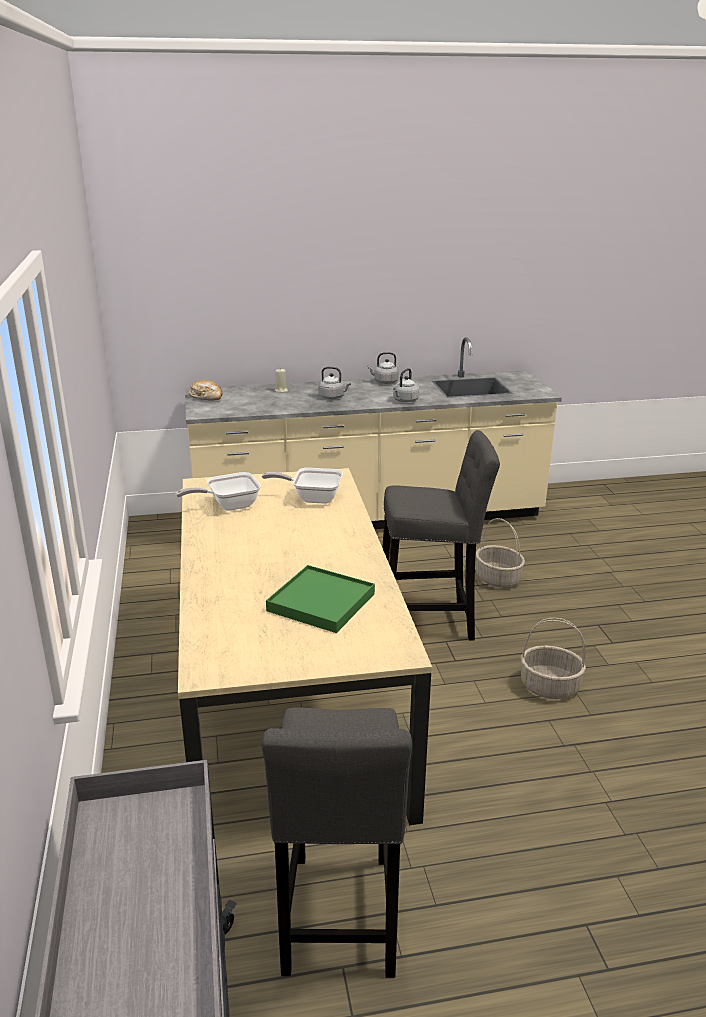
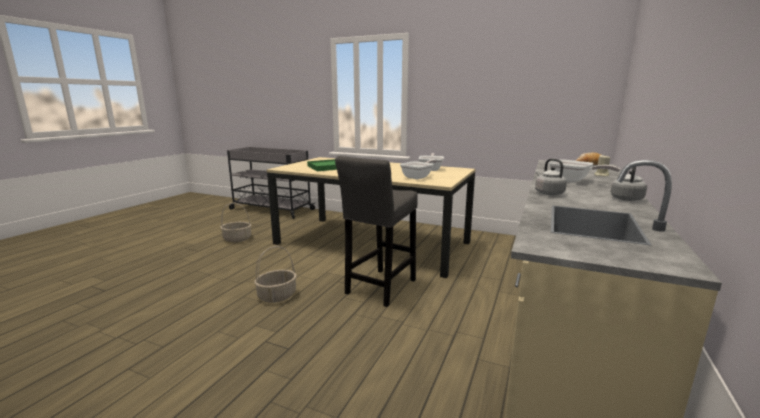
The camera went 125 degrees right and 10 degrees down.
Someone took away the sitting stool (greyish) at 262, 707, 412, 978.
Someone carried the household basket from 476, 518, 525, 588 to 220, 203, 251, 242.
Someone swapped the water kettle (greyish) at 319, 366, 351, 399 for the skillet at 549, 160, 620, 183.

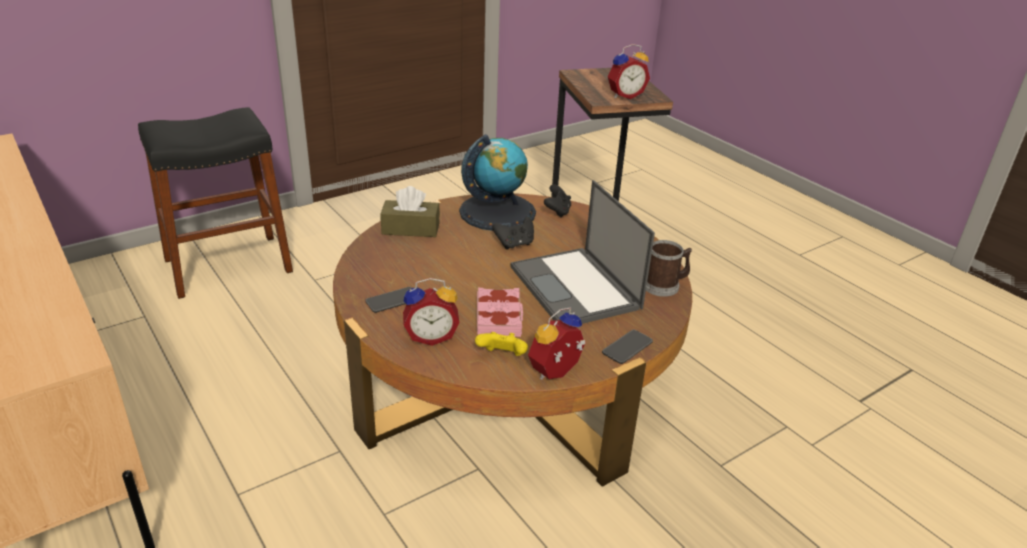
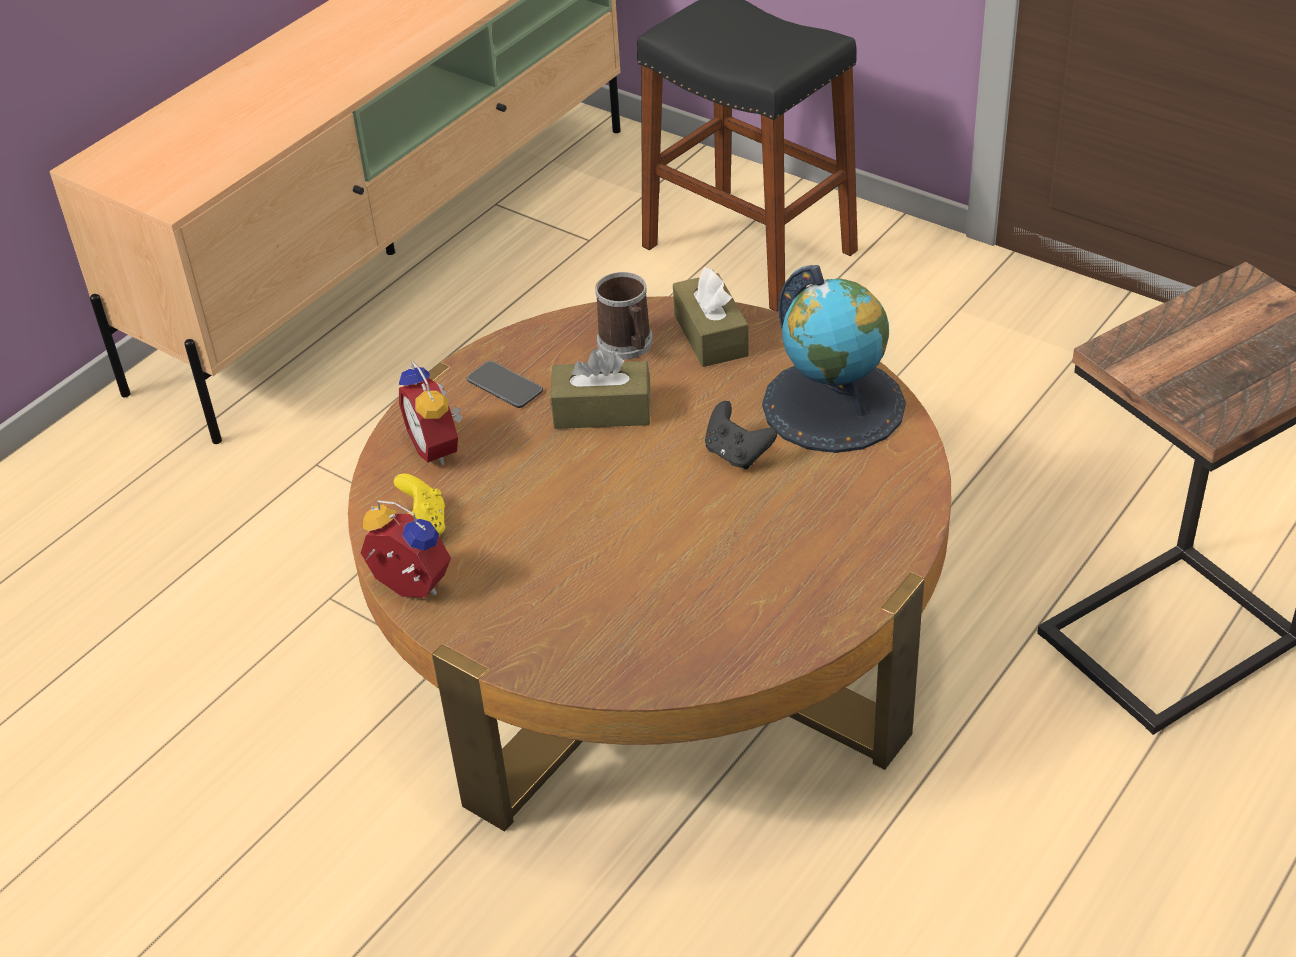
The camera went 75 degrees right and 10 degrees up.
Someone took away the bound book (pinkish) at 477, 288, 523, 337.
Someone took away the portable computer at 510, 180, 655, 324.
Someone took away the game controller (black-coloured) at 544, 184, 571, 218.
Someone took away the handset at 602, 330, 653, 364.
Someone took away the bedside clock at 608, 44, 650, 99.
Someone put down the tissue holder (brownish) at 550, 349, 650, 429.
Someone carried the tea mug from 646, 240, 692, 297 to 595, 272, 653, 360.

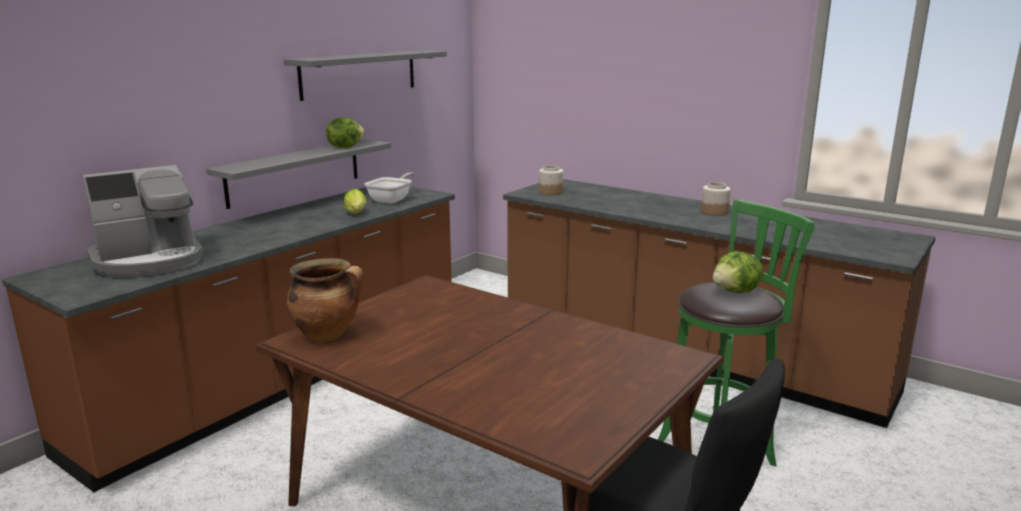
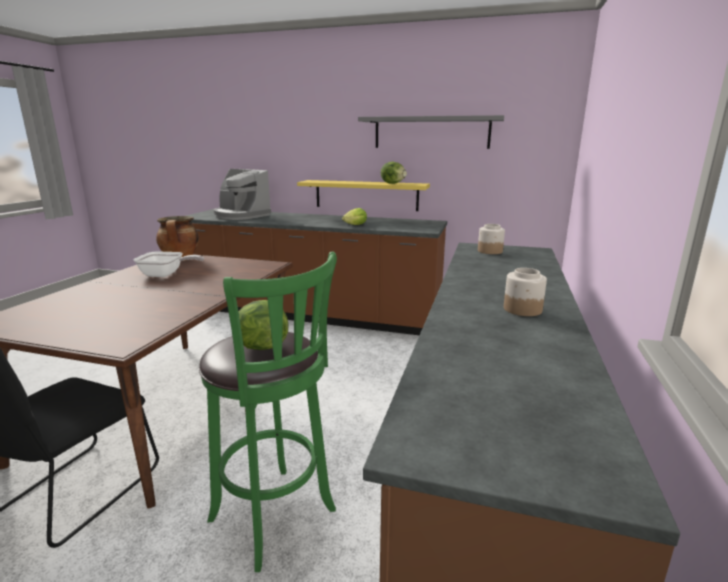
The camera went 70 degrees right and 0 degrees up.
Someone carried the skillet from 364, 172, 415, 204 to 133, 252, 204, 277.
Someone repainted the wall shelf (greyish) at 206, 139, 391, 209, which became the wall shelf (yellow) at 297, 180, 430, 211.

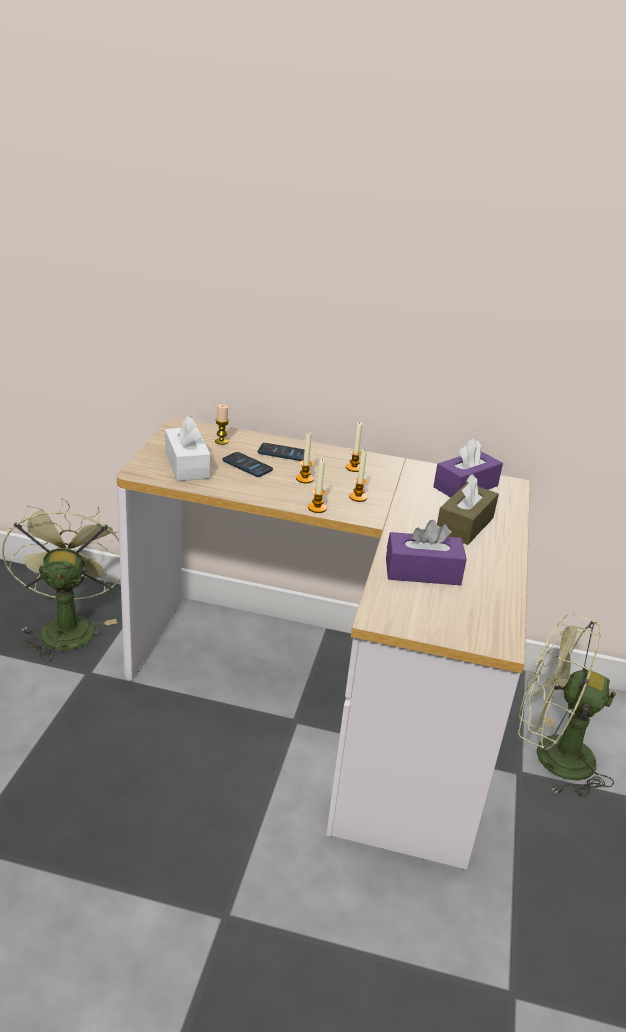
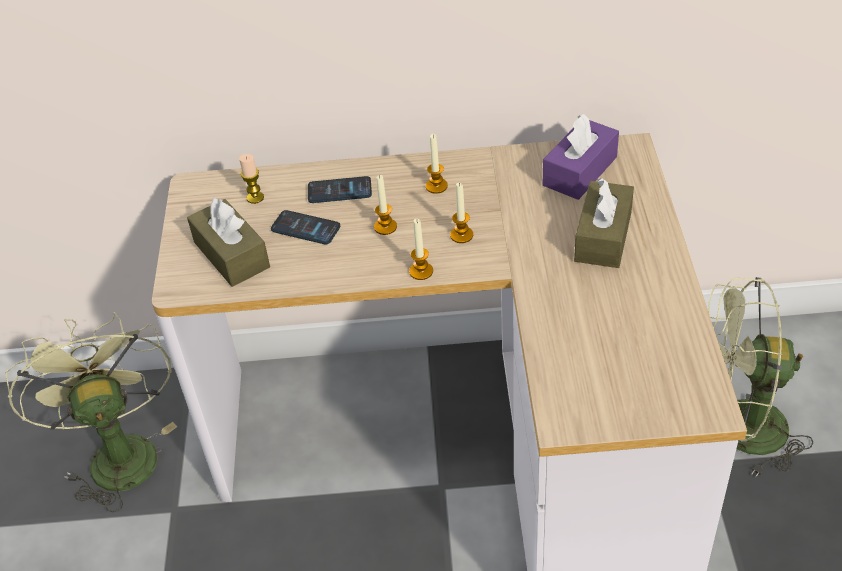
The camera went 10 degrees left and 15 degrees up.
Someone took away the tissue holder (purplish) at 386, 520, 467, 585.
Someone repainted the tissue holder (white-coloured) at 165, 416, 211, 481, which became the tissue holder (brownish) at 187, 198, 270, 287.

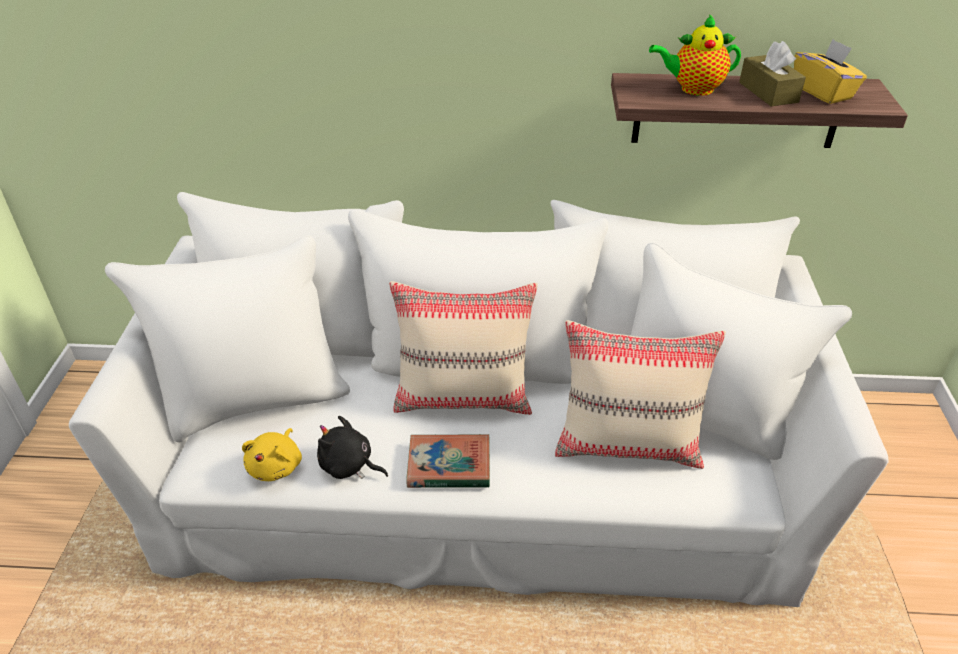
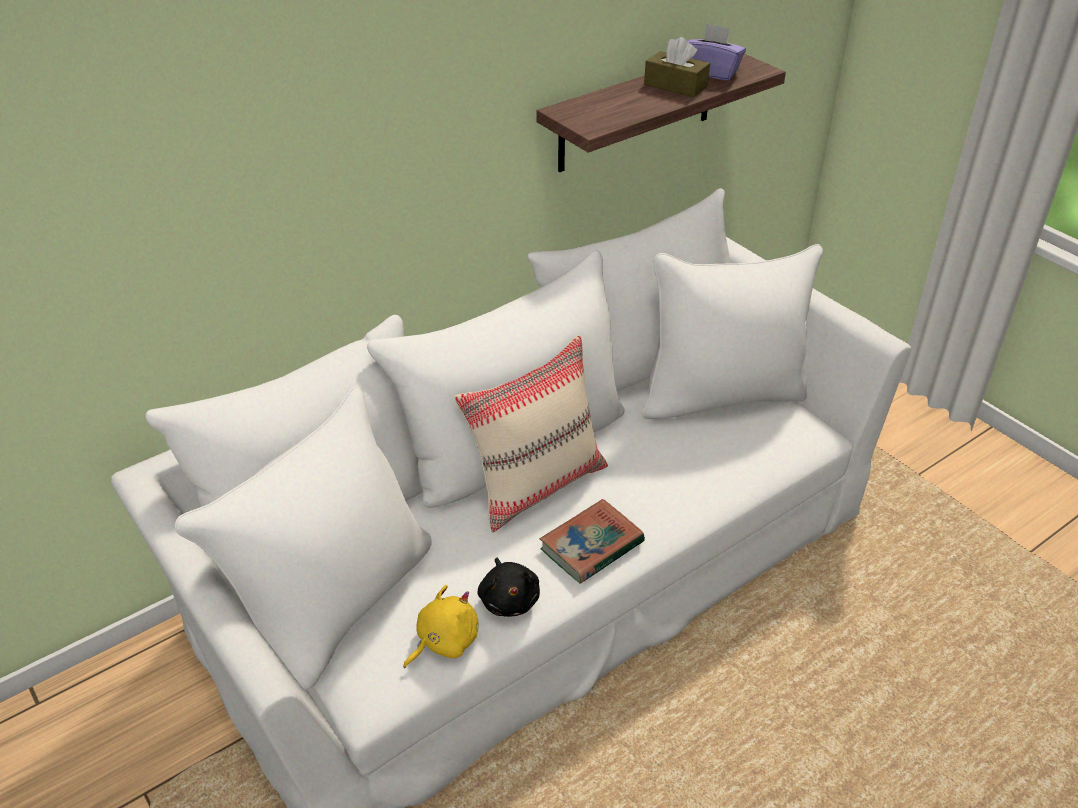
The camera went 40 degrees left and 0 degrees up.
Someone took away the throw pillow (beige) at 555, 320, 726, 469.
Someone took away the teapot at 649, 14, 741, 96.
Someone repainted the tissue holder (yellow) at 794, 39, 867, 104, which became the tissue holder (purplish) at 687, 24, 746, 80.
Someone rotated the plush toy (yellow) at 242, 428, 302, 481 by 105 degrees counterclockwise.
Someone rotated the plush toy (black-coloured) at 317, 416, 388, 479 by 90 degrees counterclockwise.

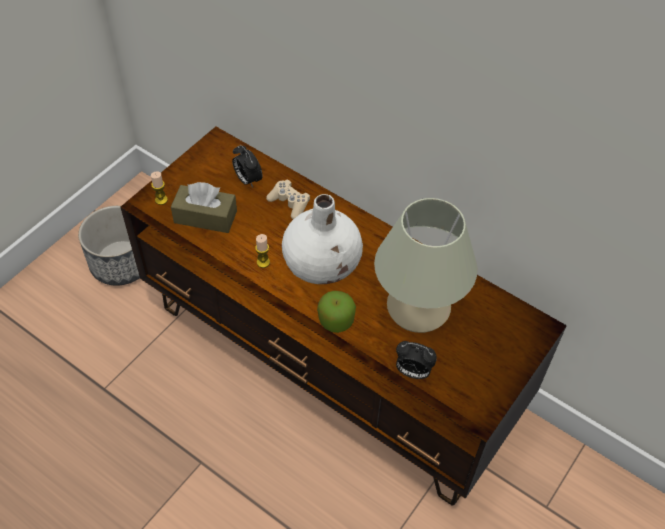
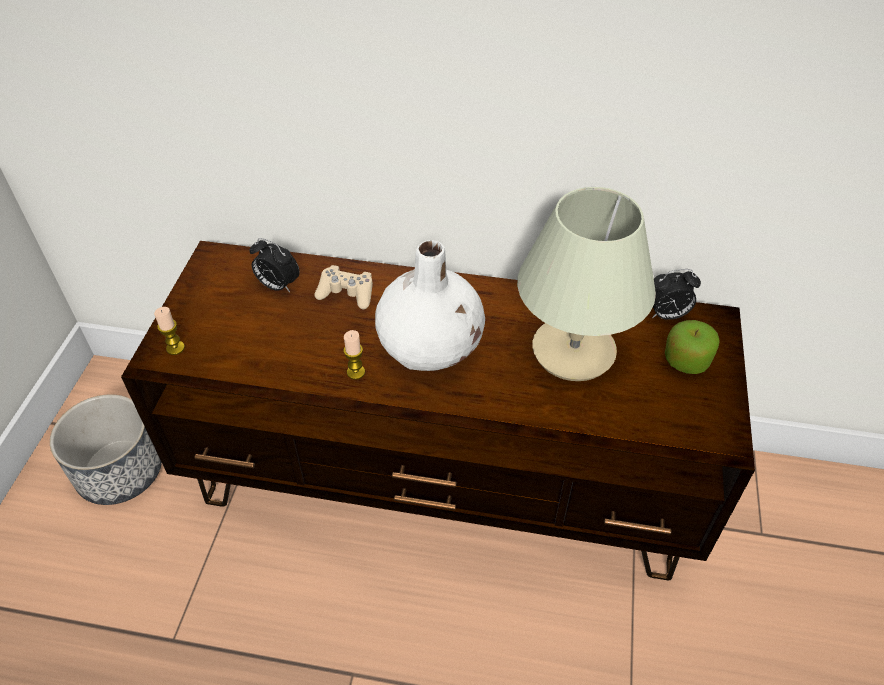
The camera went 25 degrees left and 5 degrees down.
Someone took away the tissue holder (brownish) at 171, 182, 237, 233.
Someone carried the apple from 317, 291, 356, 333 to 665, 320, 720, 374.
Someone carried the bedside clock from 396, 341, 437, 379 to 652, 269, 701, 320.

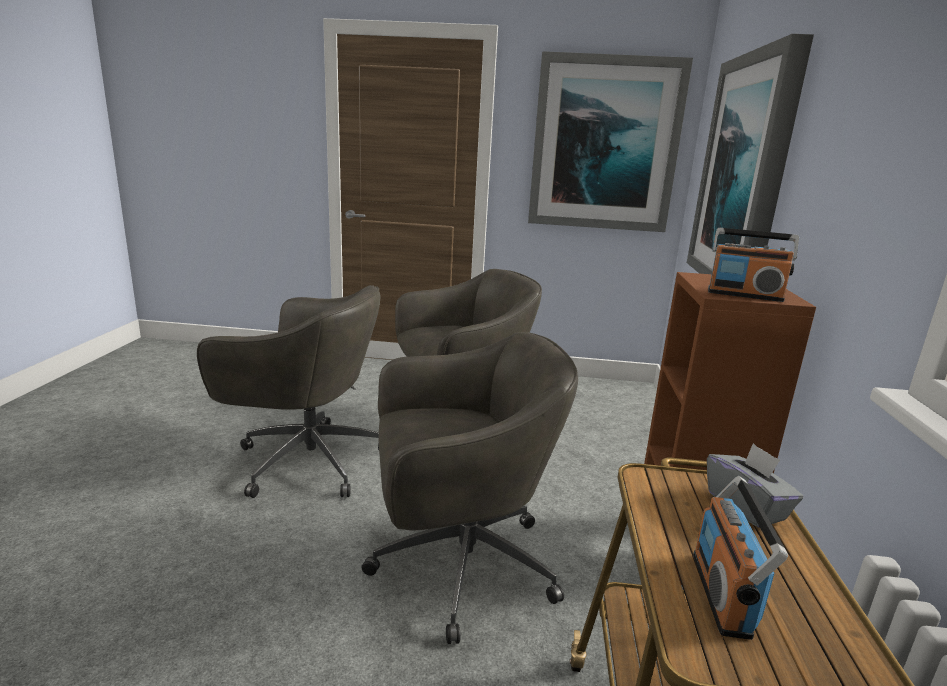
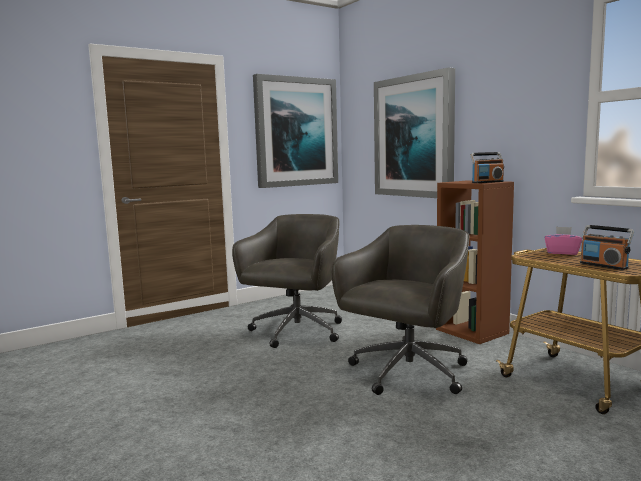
The camera went 40 degrees left and 10 degrees down.
Someone took away the desk chair (greyish) at 197, 285, 381, 498.
Someone repainted the tissue holder (greyish) at 707, 443, 803, 528, which became the tissue holder (pinkish) at 545, 227, 582, 255.

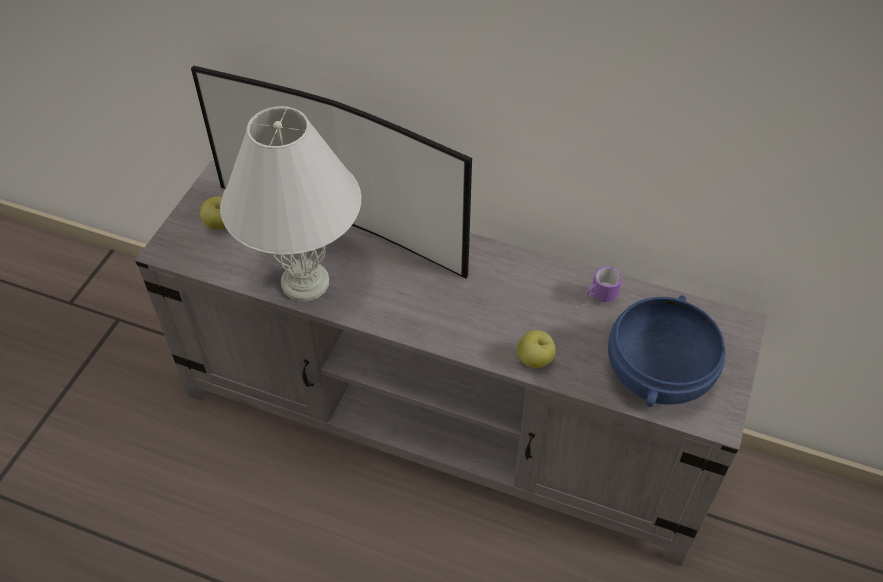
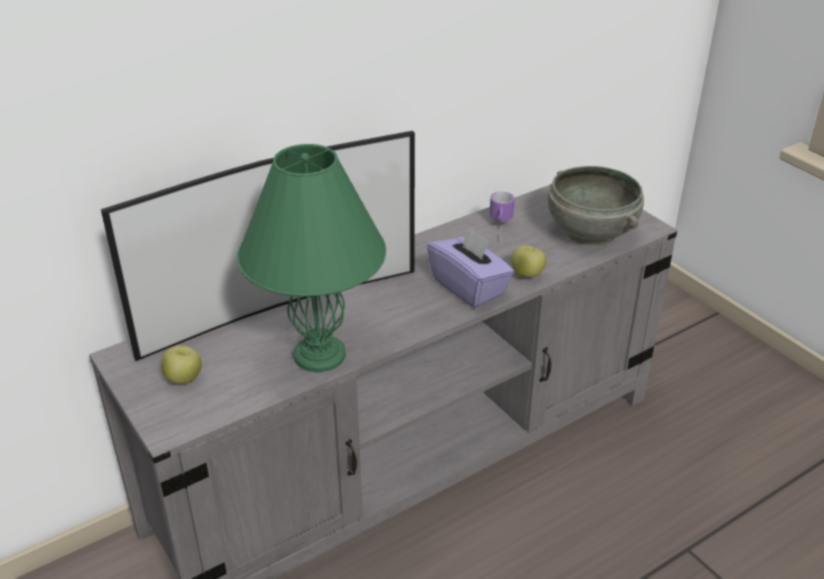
The camera went 55 degrees left and 15 degrees down.
Someone put down the tissue holder (purplish) at 427, 226, 514, 308.
Someone repainted the lamp for a table (white-coloured) at 220, 106, 361, 302, which became the lamp for a table (greenish) at 237, 144, 386, 372.
Someone repainted the deep dish (blue-coloured) at 608, 295, 725, 407, which became the deep dish (greyish) at 548, 166, 644, 246.

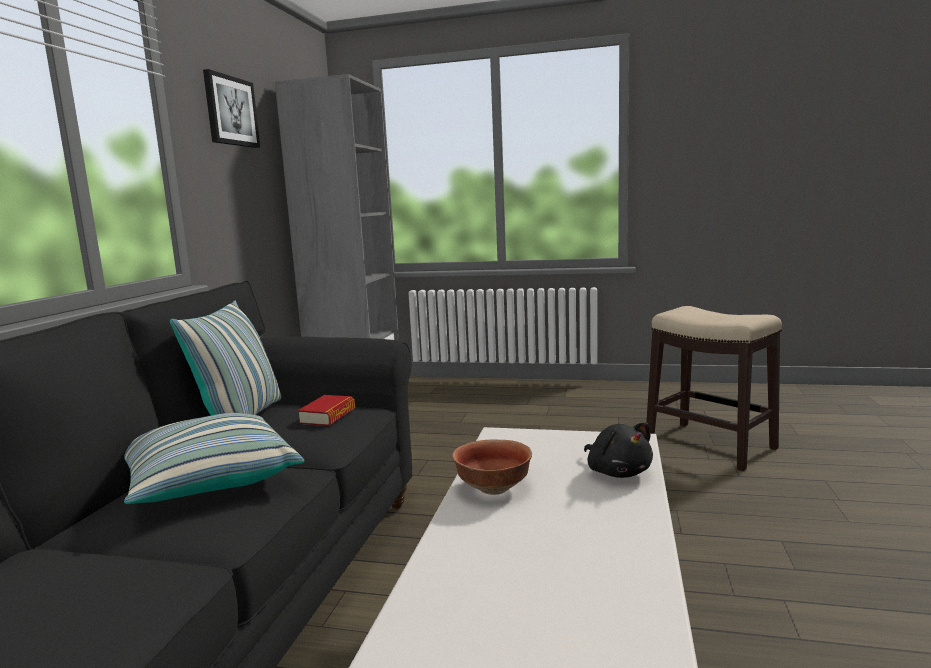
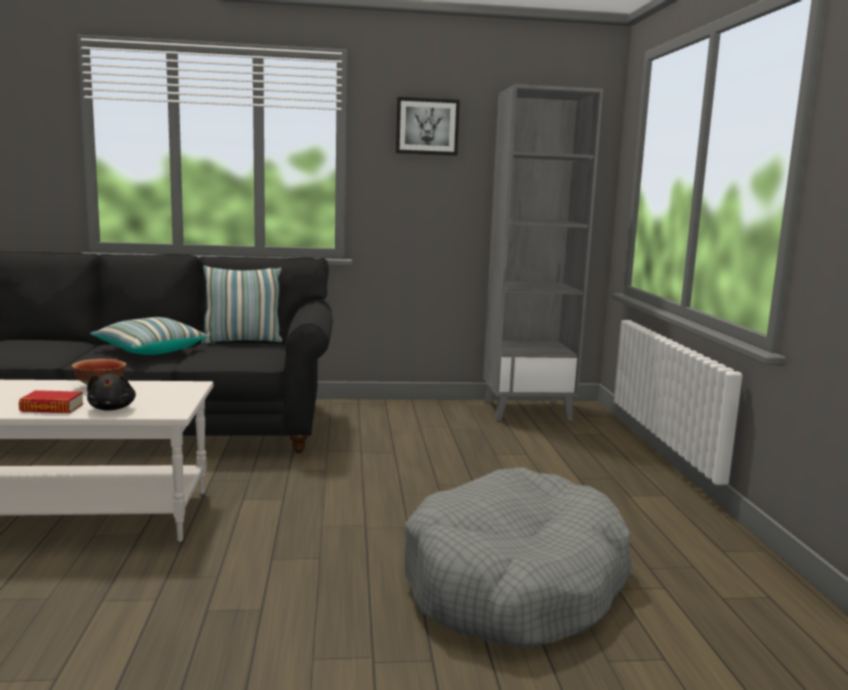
The camera went 70 degrees right and 0 degrees up.
Someone carried the bound book from 298, 395, 355, 426 to 19, 390, 84, 413.
Someone swapped the sitting stool at 646, 306, 782, 471 for the dog bed (greyish) at 404, 467, 632, 648.
Someone rotated the plush toy (black-coloured) at 584, 423, 653, 478 by 60 degrees counterclockwise.

